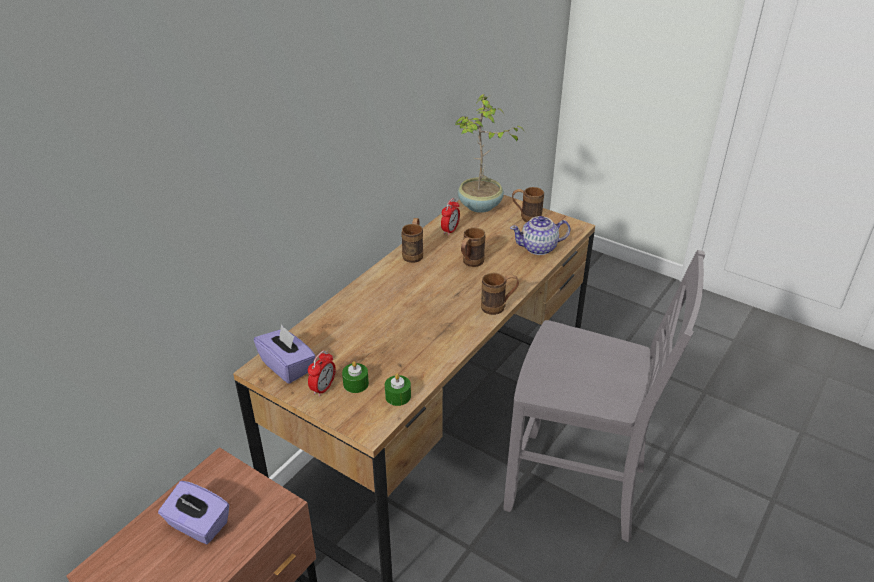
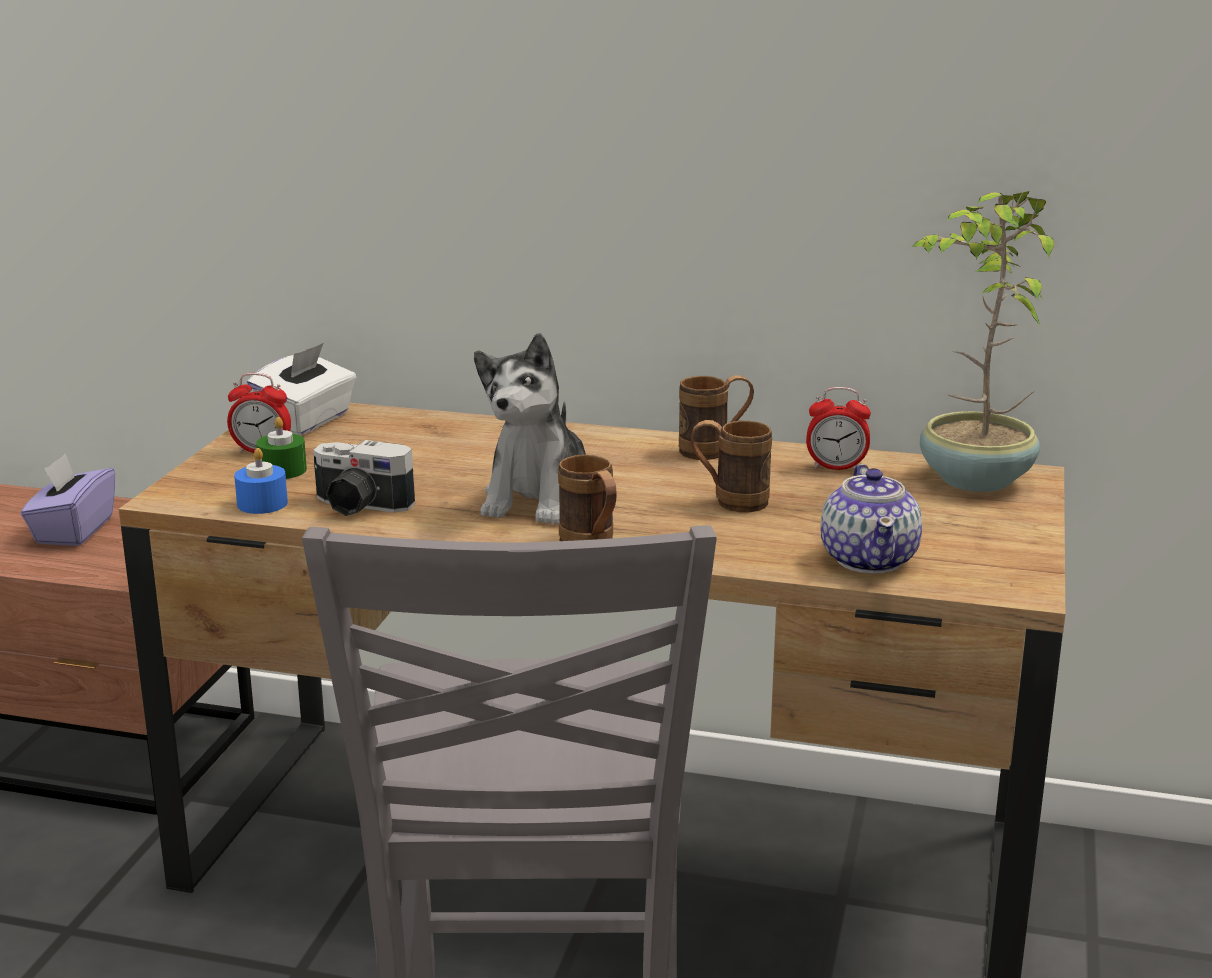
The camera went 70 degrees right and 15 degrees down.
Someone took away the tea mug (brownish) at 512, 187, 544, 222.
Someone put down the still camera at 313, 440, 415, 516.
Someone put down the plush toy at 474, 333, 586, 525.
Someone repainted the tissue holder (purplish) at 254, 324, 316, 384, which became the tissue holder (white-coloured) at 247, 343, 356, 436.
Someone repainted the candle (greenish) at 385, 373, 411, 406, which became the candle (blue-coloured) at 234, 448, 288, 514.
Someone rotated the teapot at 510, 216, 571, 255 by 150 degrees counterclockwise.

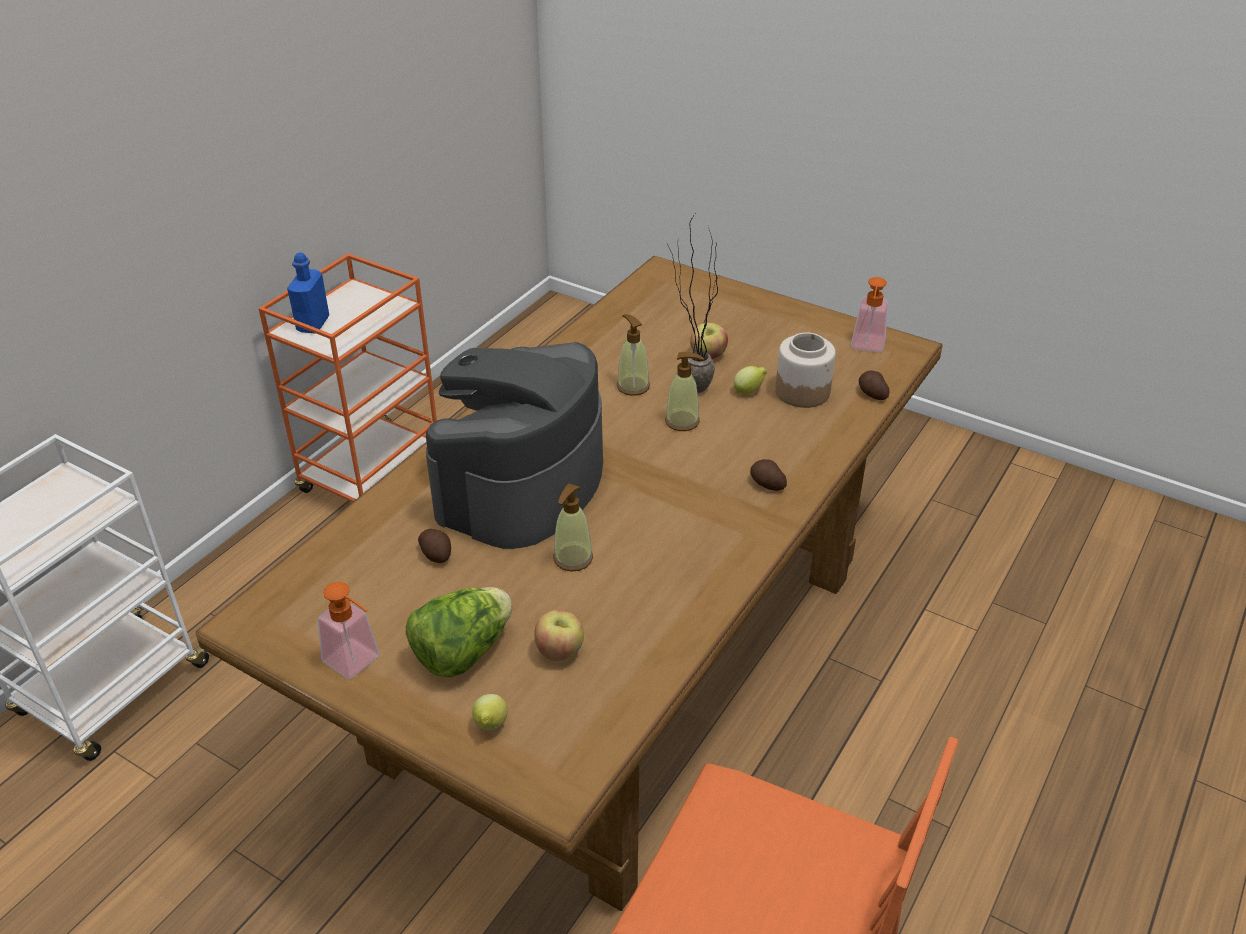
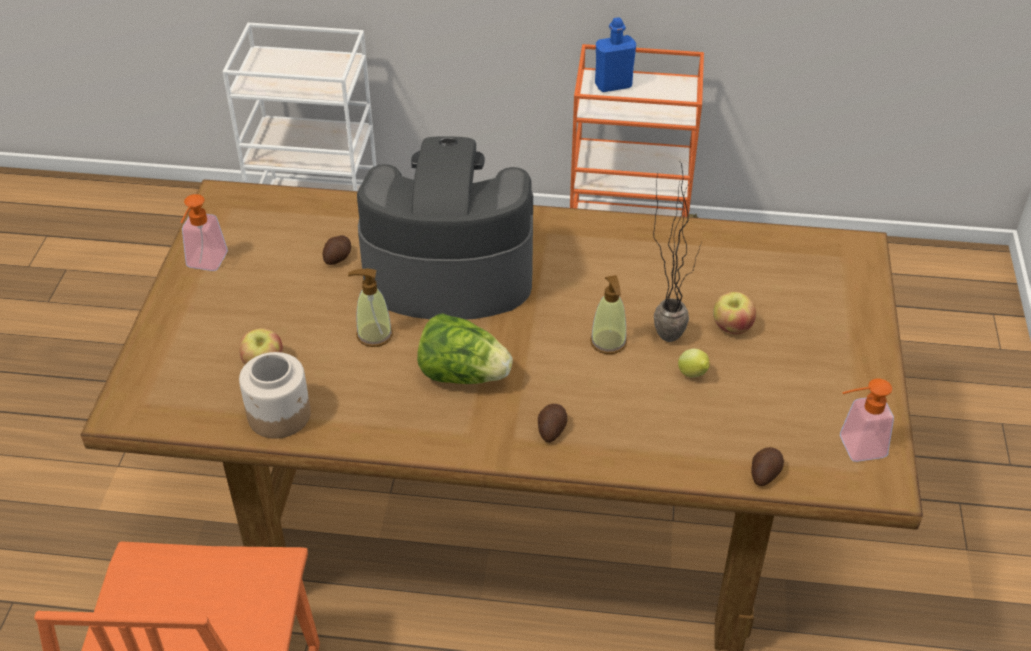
The camera went 65 degrees right and 5 degrees up.
Someone took away the whole lemon at 472, 694, 508, 730.
Someone took away the soap bottle at 617, 314, 650, 396.
Someone carried the lettuce from 406, 587, 512, 677 to 417, 313, 513, 384.
Someone carried the preserve jar from 775, 332, 836, 408 to 239, 352, 311, 439.

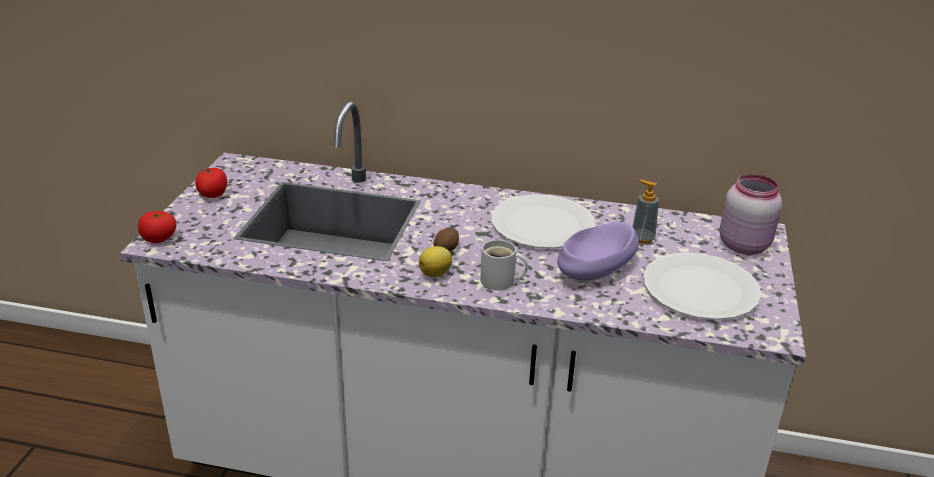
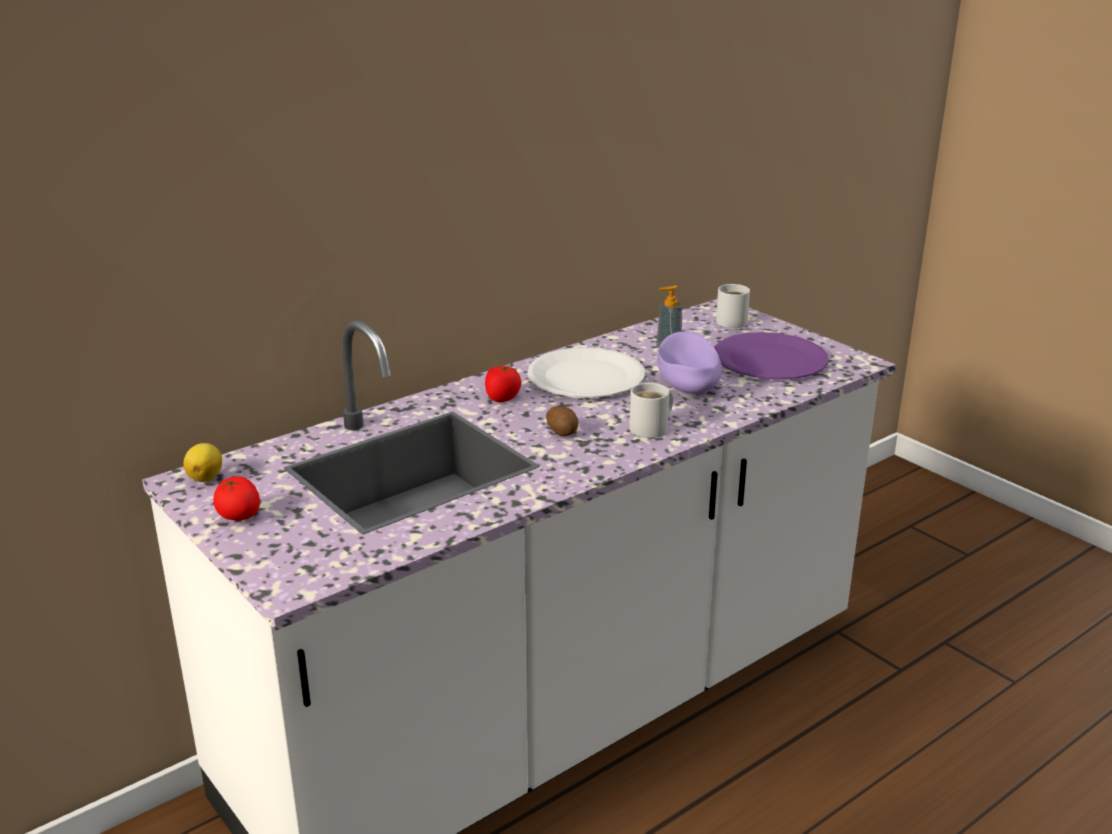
The camera went 50 degrees left and 5 degrees down.
Someone carried the whole tomato from 138, 211, 177, 243 to 485, 365, 521, 402.
Someone carried the whole lemon from 419, 246, 452, 277 to 183, 443, 222, 482.
Someone swapped the preserve jar (pinkish) at 719, 174, 782, 255 for the tea mug (white-coloured) at 716, 284, 750, 328.
Someone repainted the plate (white-coloured) at 643, 252, 762, 320, which became the plate (purplish) at 714, 332, 828, 380.

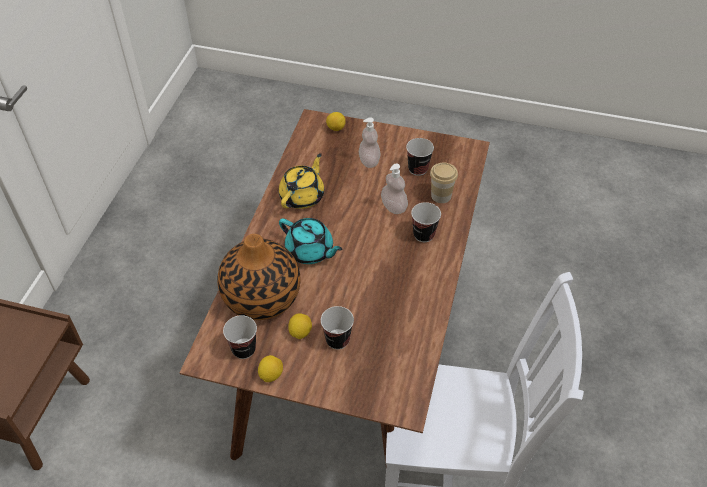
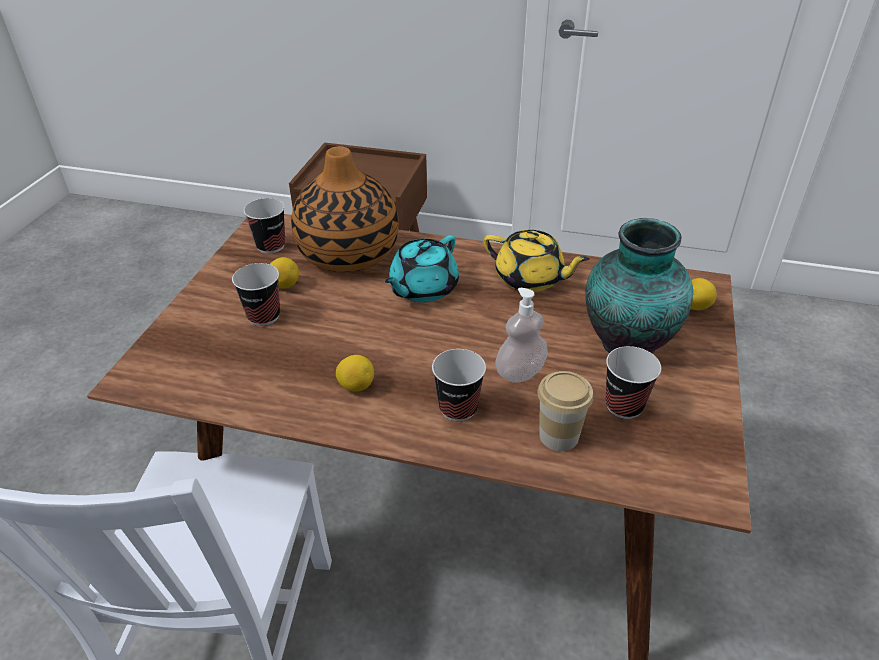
The camera went 90 degrees right and 10 degrees down.
Someone carried the whole lemon from 258, 355, 283, 382 to 336, 355, 374, 391.
Someone swapped the soap bottle at 359, 118, 381, 168 for the decorative vase at 585, 218, 693, 353.

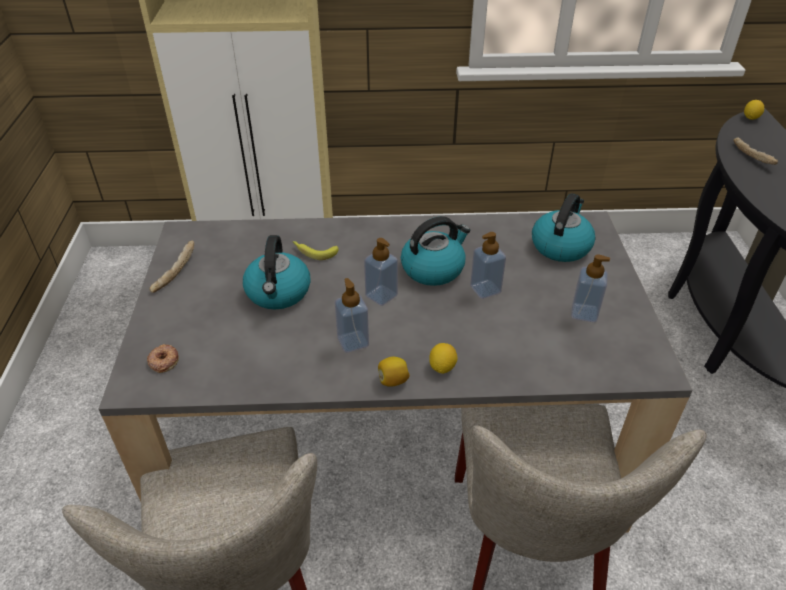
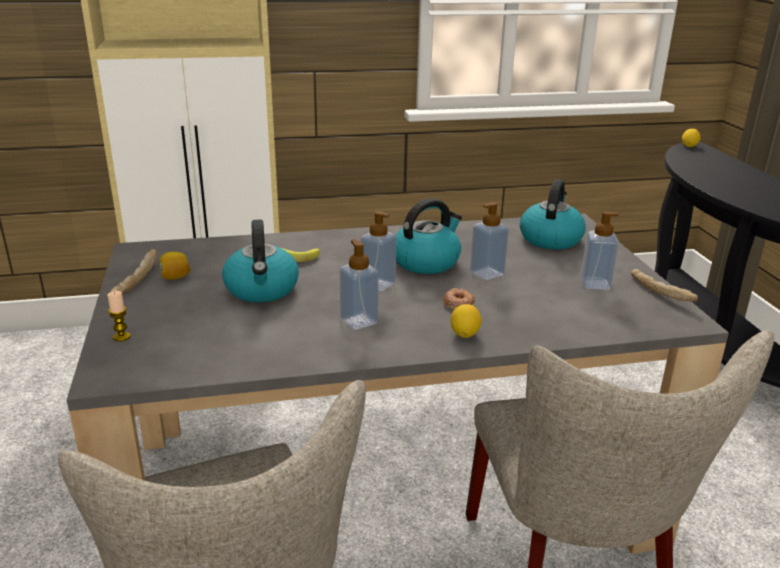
The camera went 10 degrees left and 15 degrees down.
Someone put down the candle at 107, 291, 131, 341.
Someone carried the ring doughnut from 147, 344, 179, 373 to 443, 288, 475, 310.
Someone carried the whole lemon from 378, 357, 410, 387 to 159, 252, 191, 280.
Someone carried the baked bread from 734, 137, 778, 165 to 631, 269, 698, 302.

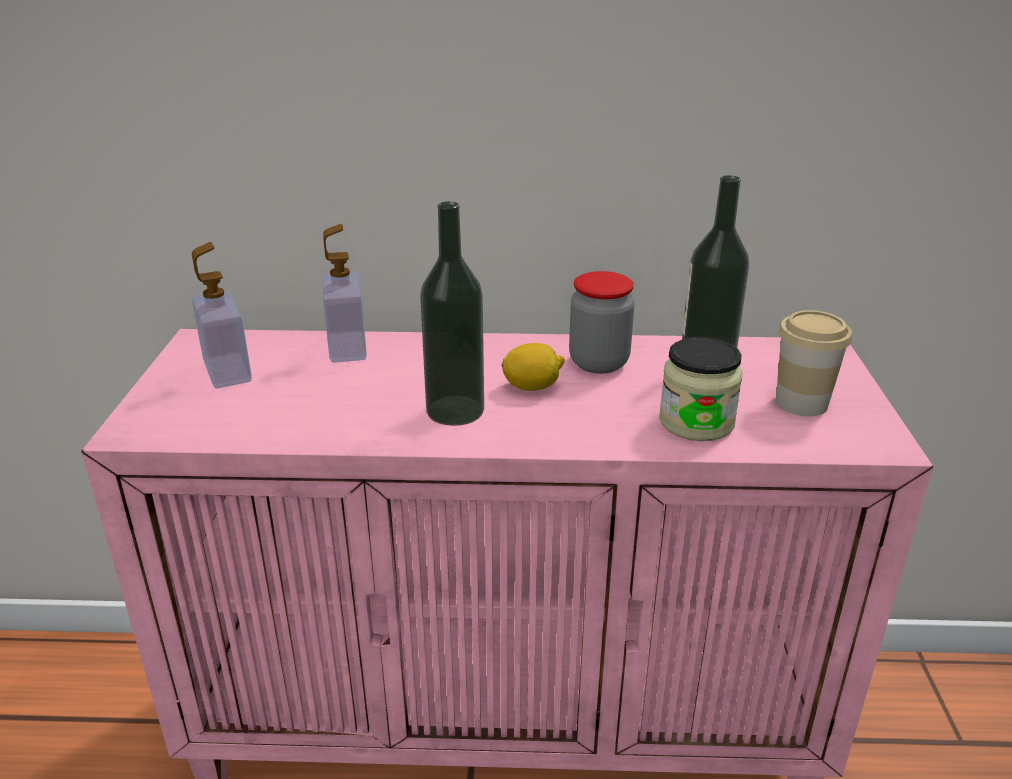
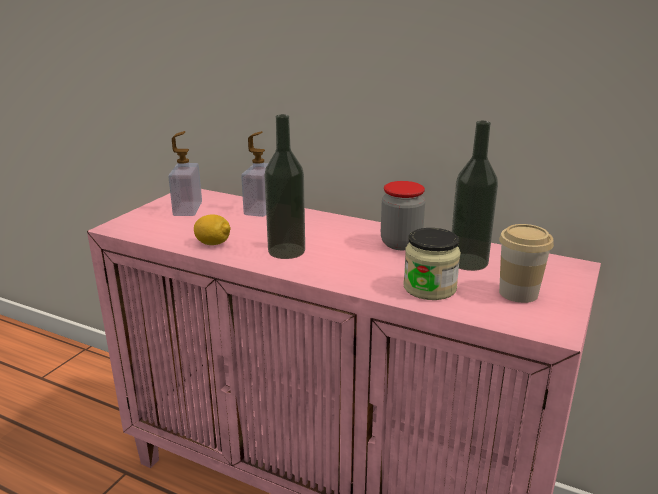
The camera went 25 degrees right and 5 degrees down.
Someone carried the whole lemon from 501, 343, 565, 391 to 194, 214, 231, 245.

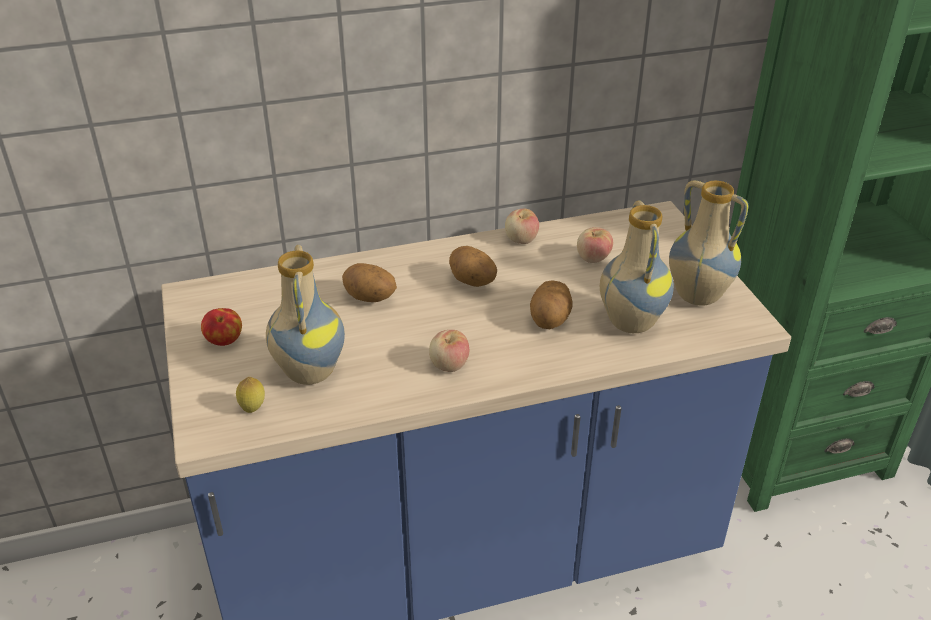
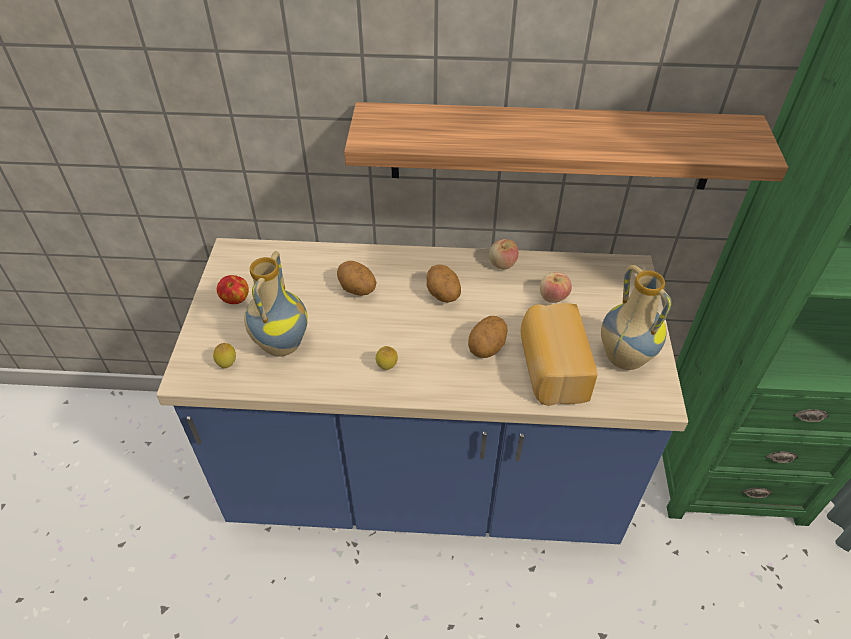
The camera went 20 degrees right and 10 degrees up.
Someone put up the wall shelf at 344, 102, 788, 189.
Someone swapped the apple at 429, 330, 469, 372 for the whole lemon at 375, 346, 398, 370.
Someone swapped the decorative vase at 600, 200, 674, 333 for the baked bread at 521, 303, 597, 406.

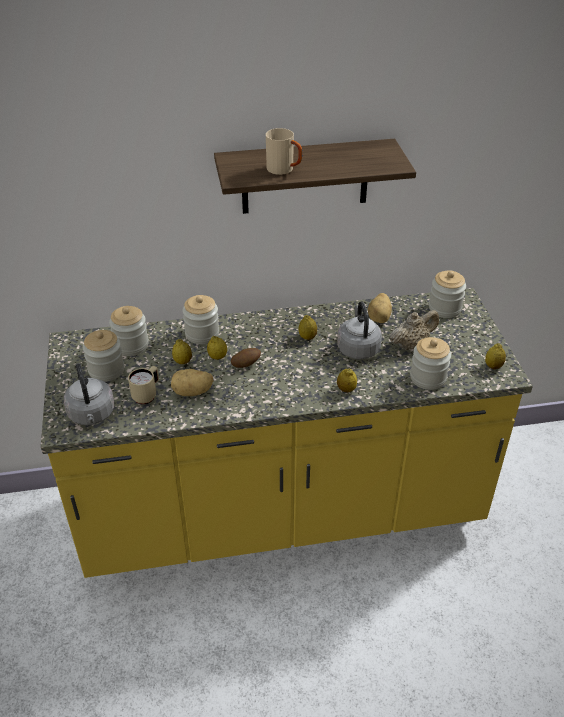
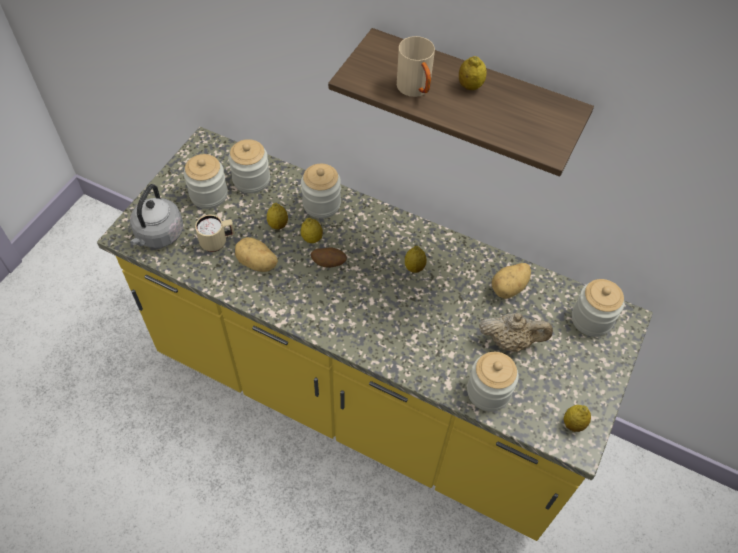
The camera went 35 degrees right and 15 degrees up.
Someone took away the water kettle (greyish) at 337, 301, 382, 359.
Someone carried the whole lemon from 337, 369, 357, 393 to 459, 56, 487, 90.

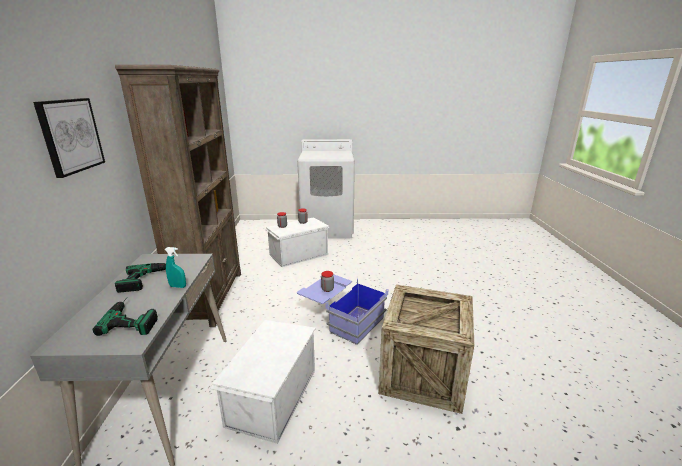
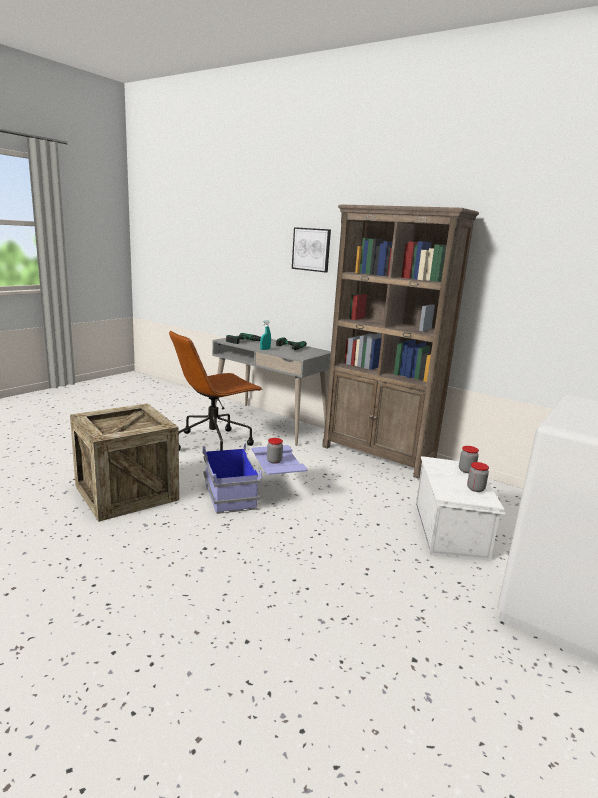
The camera went 125 degrees right and 5 degrees down.
Someone swapped the storage bin (white-coloured) at 210, 320, 315, 444 for the desk chair (brownish) at 169, 330, 263, 451.

